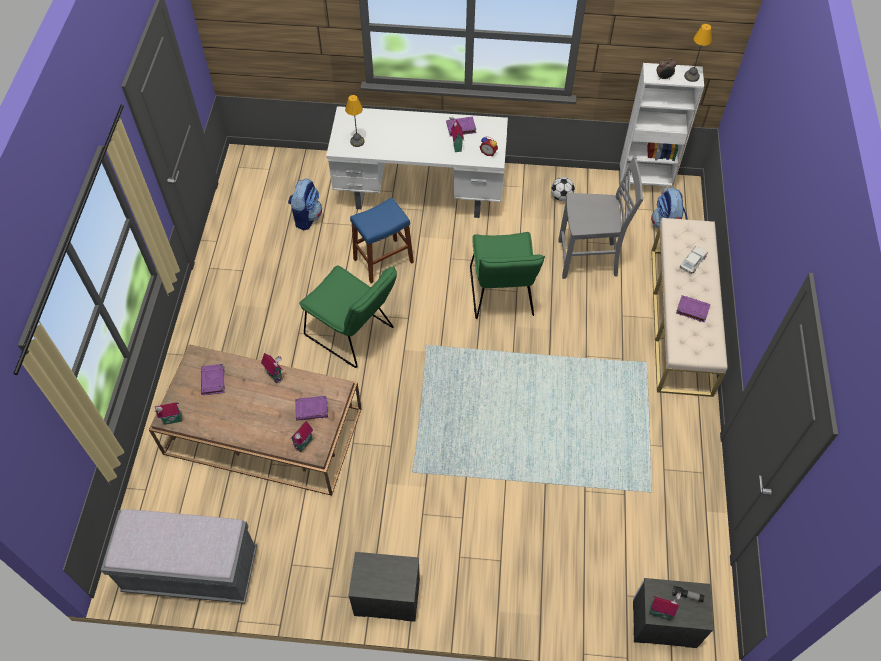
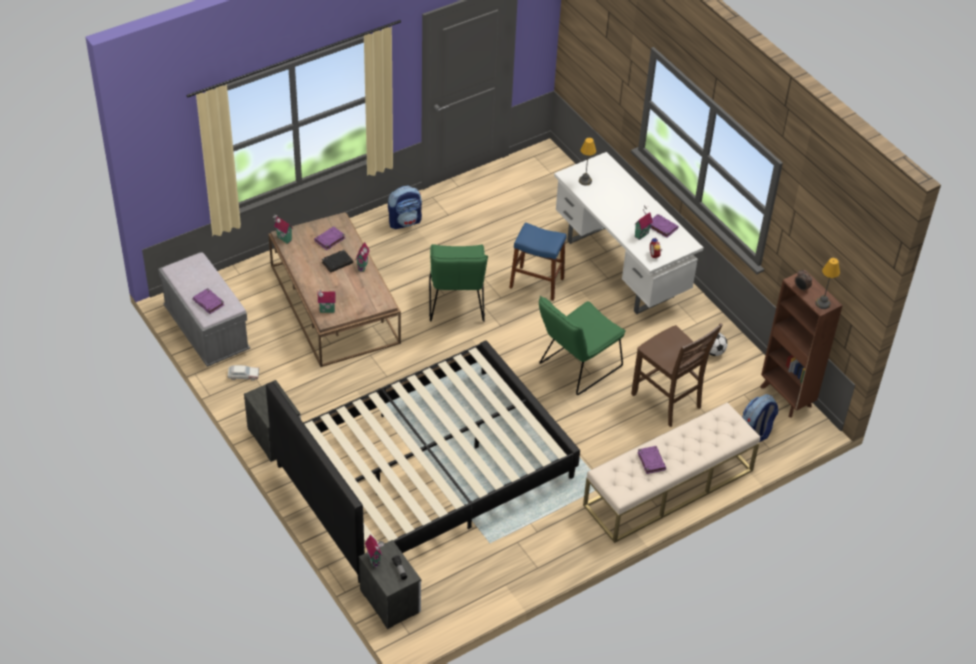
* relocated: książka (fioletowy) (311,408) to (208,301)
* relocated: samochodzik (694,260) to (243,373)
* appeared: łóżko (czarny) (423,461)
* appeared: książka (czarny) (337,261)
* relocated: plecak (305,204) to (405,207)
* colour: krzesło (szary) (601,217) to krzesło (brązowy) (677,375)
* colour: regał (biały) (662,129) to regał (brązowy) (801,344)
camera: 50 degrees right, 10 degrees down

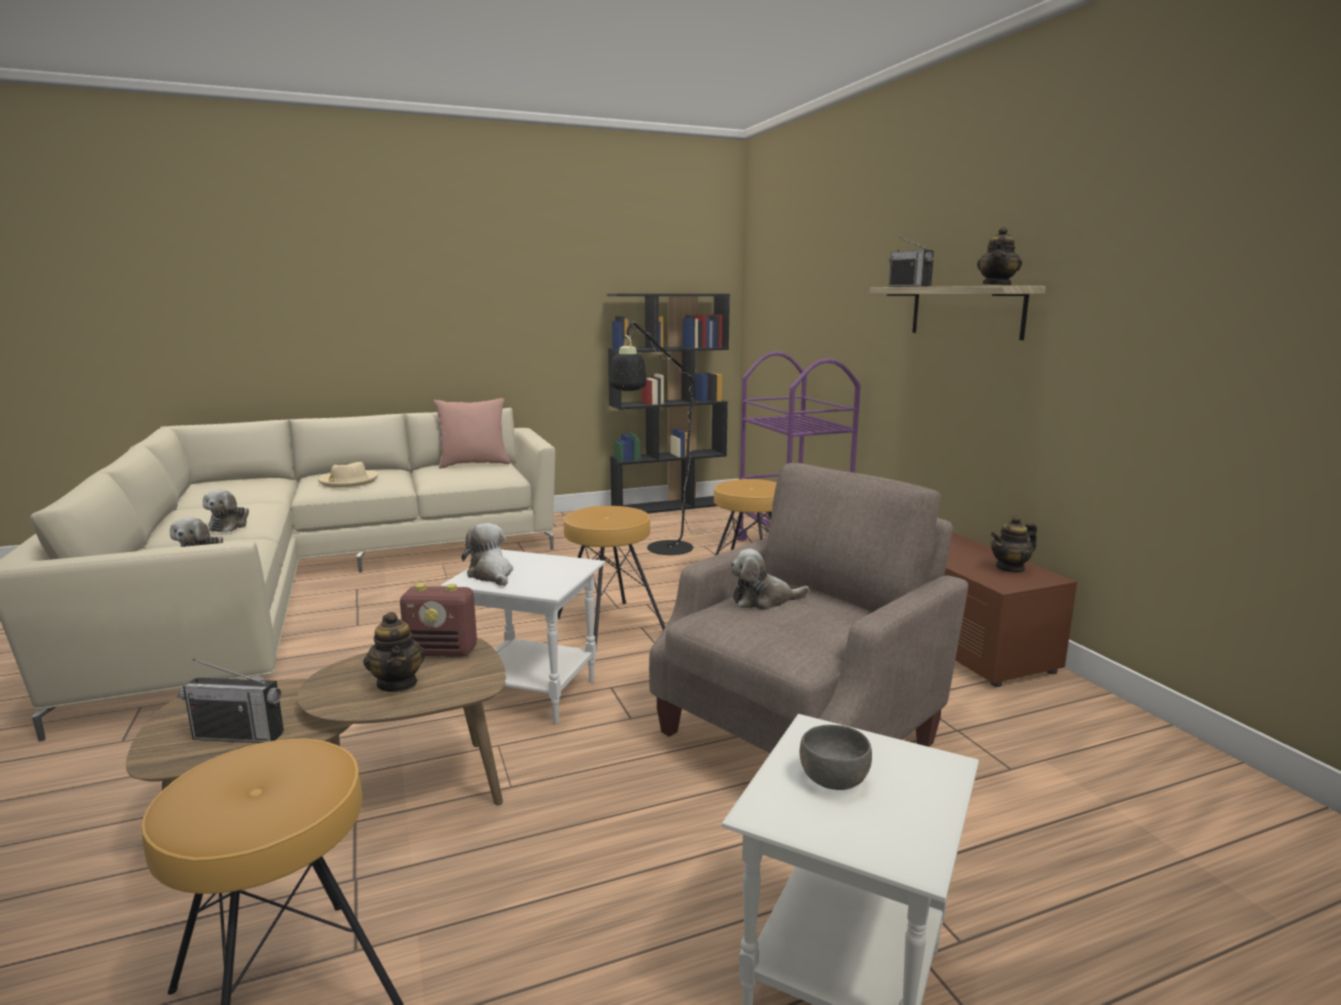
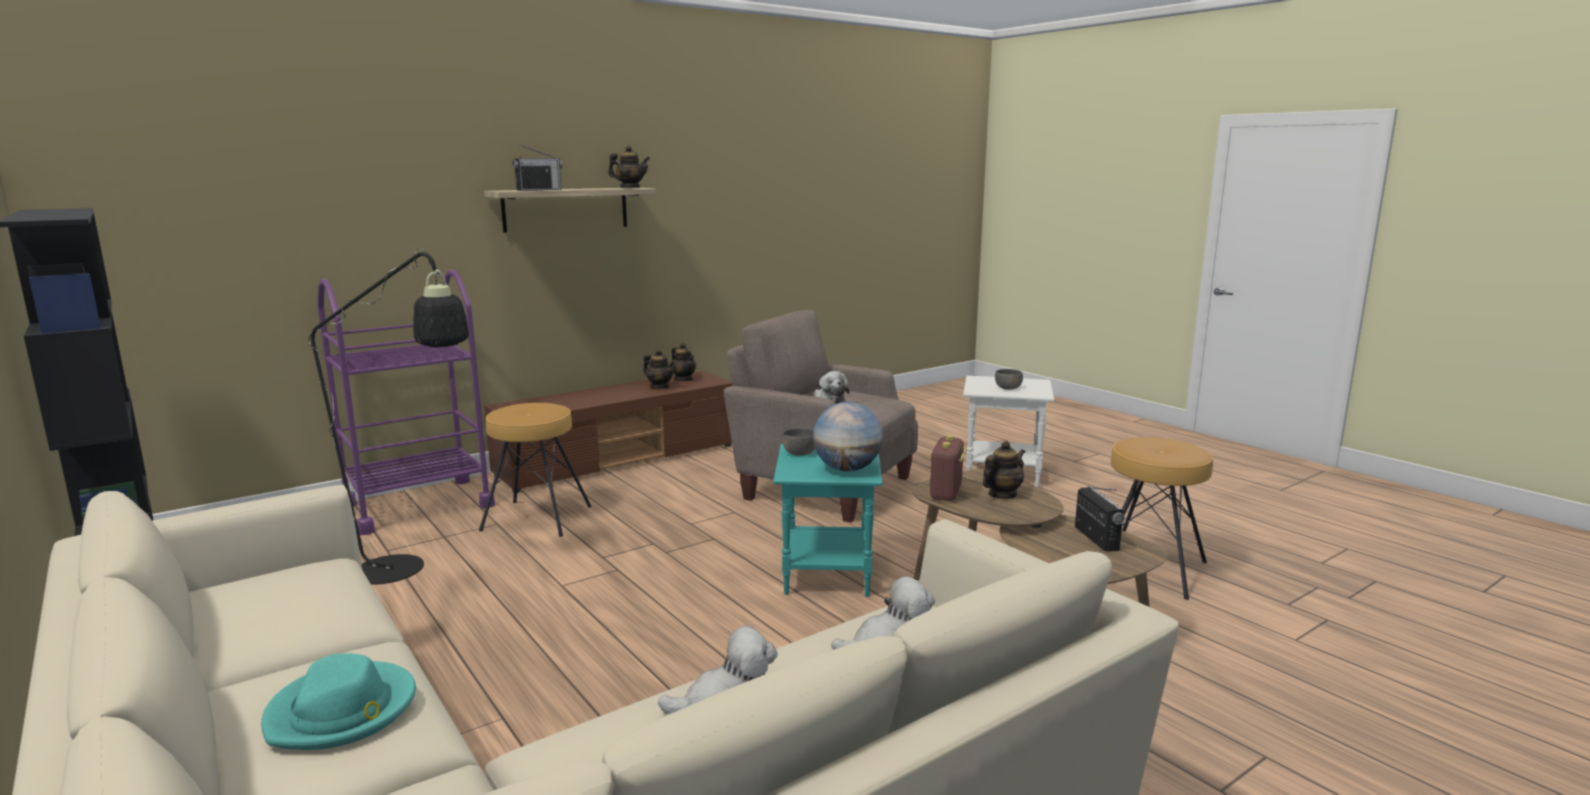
* colour: kapelusz (beżowy) (348,475) to kapelusz (turkusowy) (338,701)
* appeared: imbryk (659,369)
* colour: stolik (biały) (522,636) to stolik (turkusowy) (828,520)
* appeared: miska (szary) (798,442)
* exchanged: pluszak (487,554) to globus (848,436)
* spun: radio (438,620) = (948,468) 150 degrees counterclockwise
* missing: poduszka (różowy) (472,433)
* missing: stołek (brązowy) (611,578)
camera: 105 degrees left, 0 degrees up

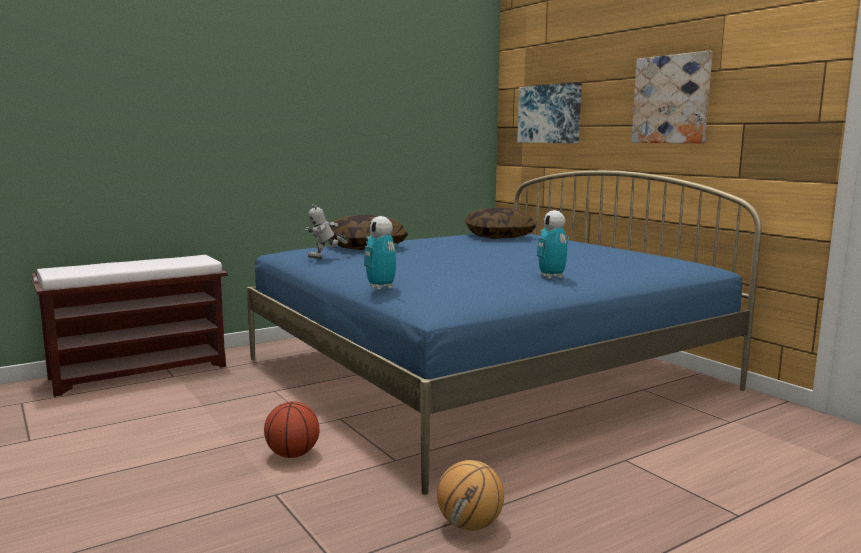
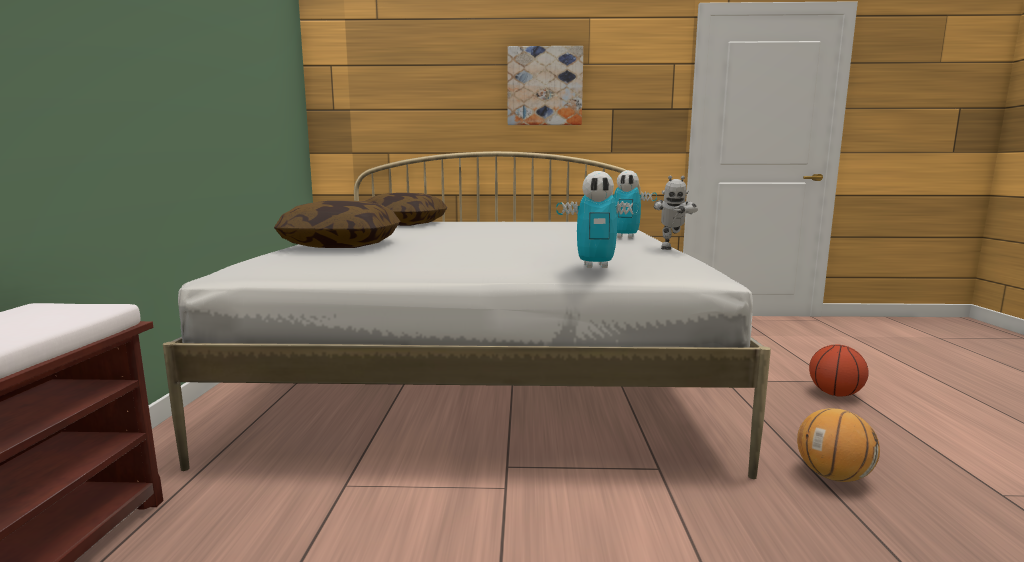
* colour: łóżko (niebieski) (504,332) to łóżko (biały) (467,315)
* relocated: robot zabawkowy (327,231) to (676,213)
* relocated: piłka do koszykówki (292,430) to (839,371)
* missing: obraz (549,112)
camera: 55 degrees left, 0 degrees up

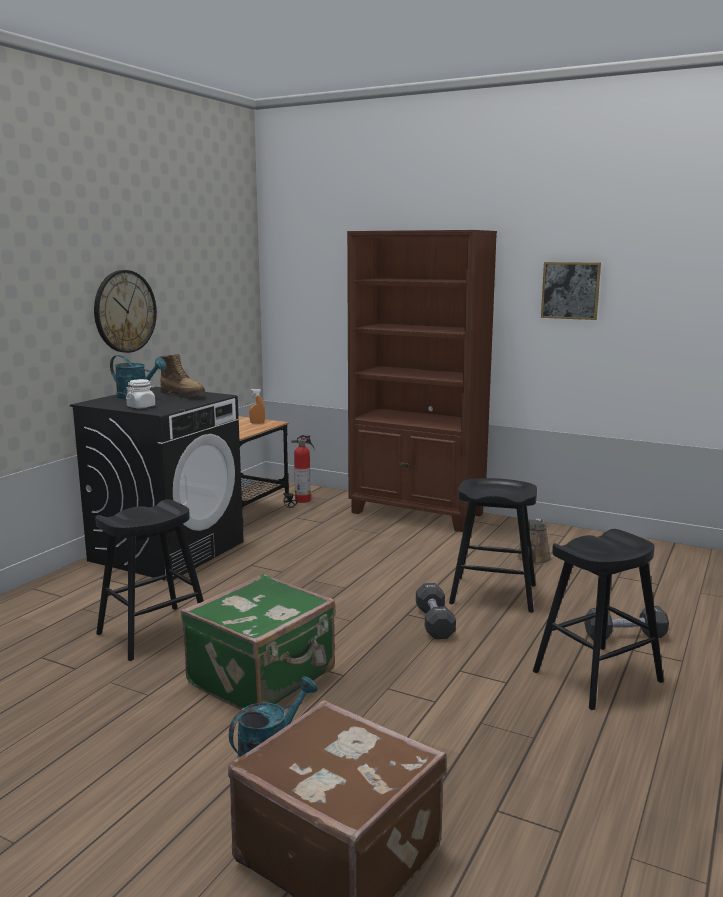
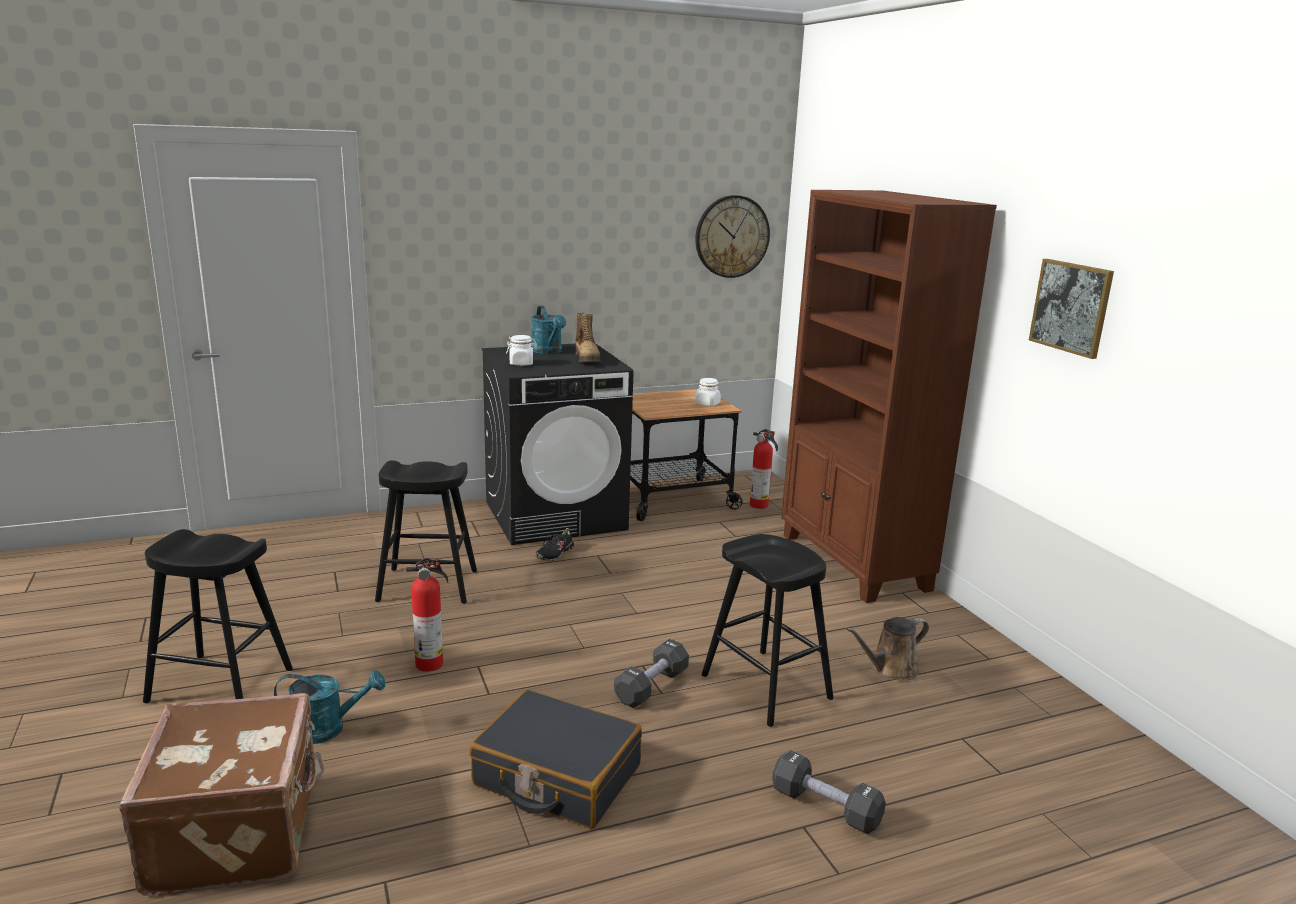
* relocated: stołek (czarny) (598,619) to (218,616)
* exchanged: walizka (zielony) (258,642) to gaśnica (427,614)
* appeared: walizka (czarny) (555,759)
* appeared: but (czarny) (554,544)
* relocated: zegar ścienny (125,311) to (732,236)
* exchanged: spryskiwacz (pomarańczowy) (257,406) to słoik (biały) (708,392)
camera: 40 degrees right, 5 degrees up

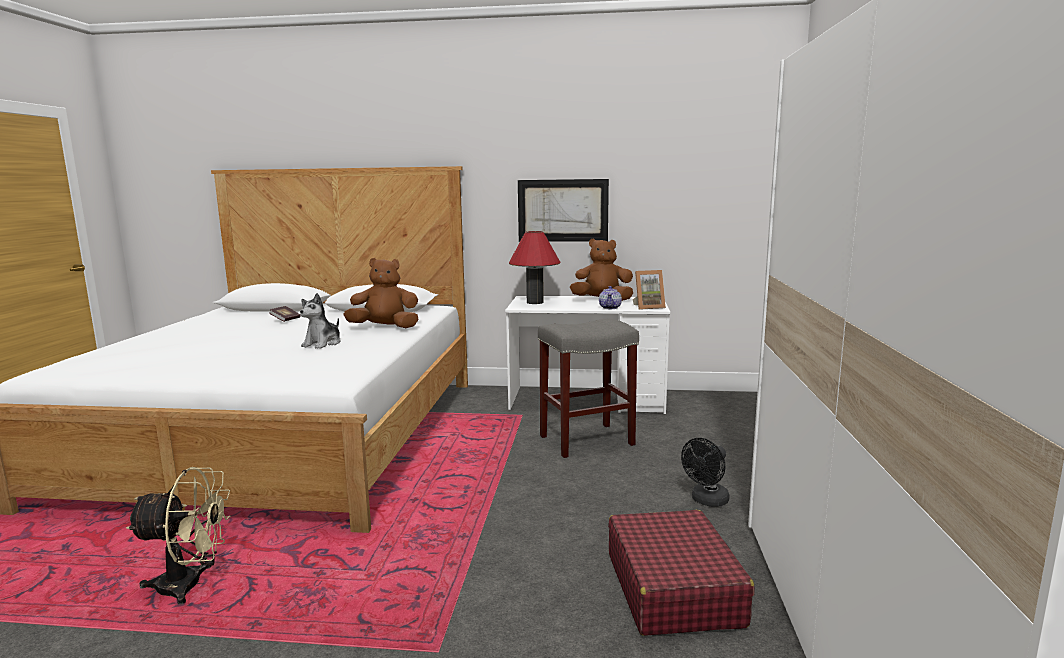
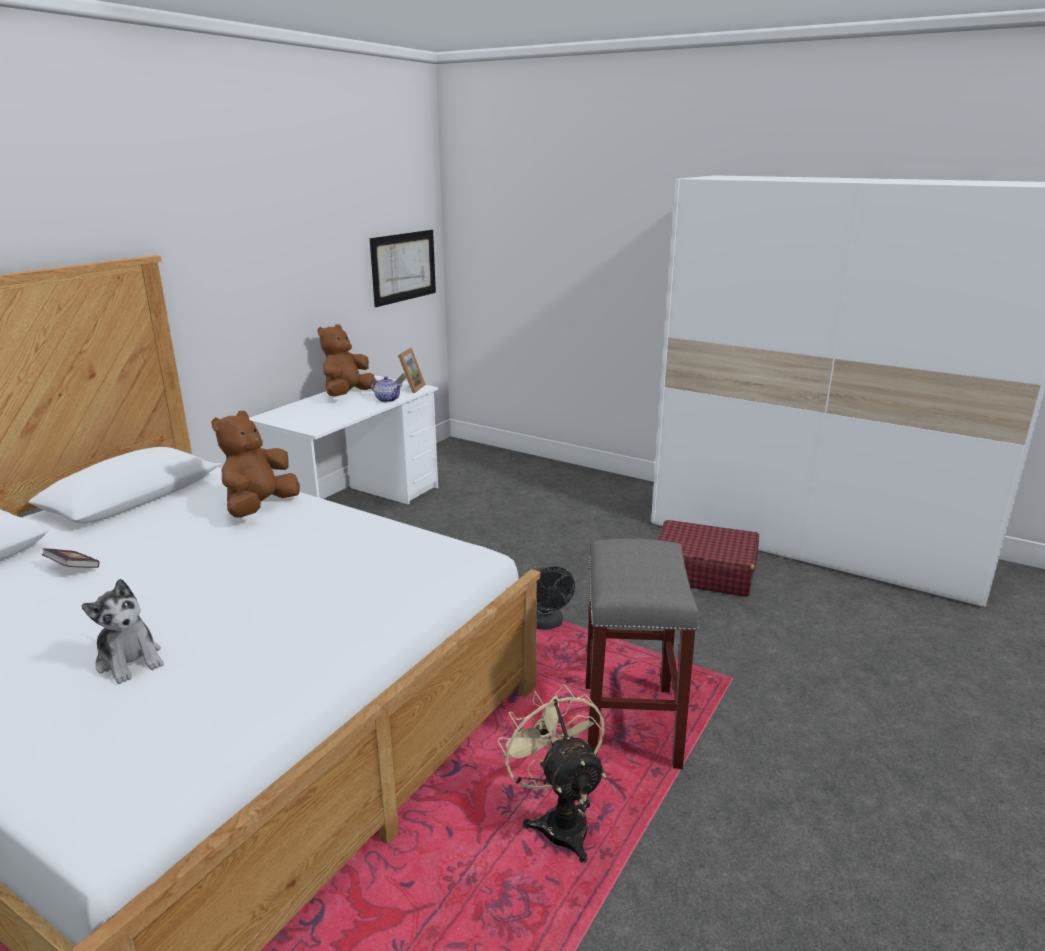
* relocated: pluszak (320,321) to (123,631)
* relocated: obraz (563,210) to (403,268)
* spun: wentylator (beżowy) (178,536) = (552,773) 45 degrees counterclockwise
* relocated: wentylator (czarny) (705,472) to (555,598)
* relocated: stołek (szary) (588,388) to (642,654)
* missing: lampa stołowa (czerwony) (535,267)
camera: 65 degrees left, 10 degrees up

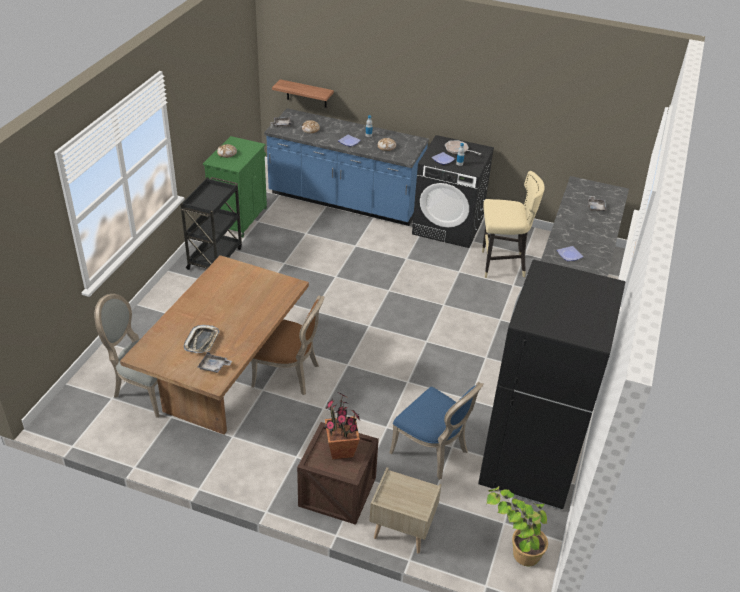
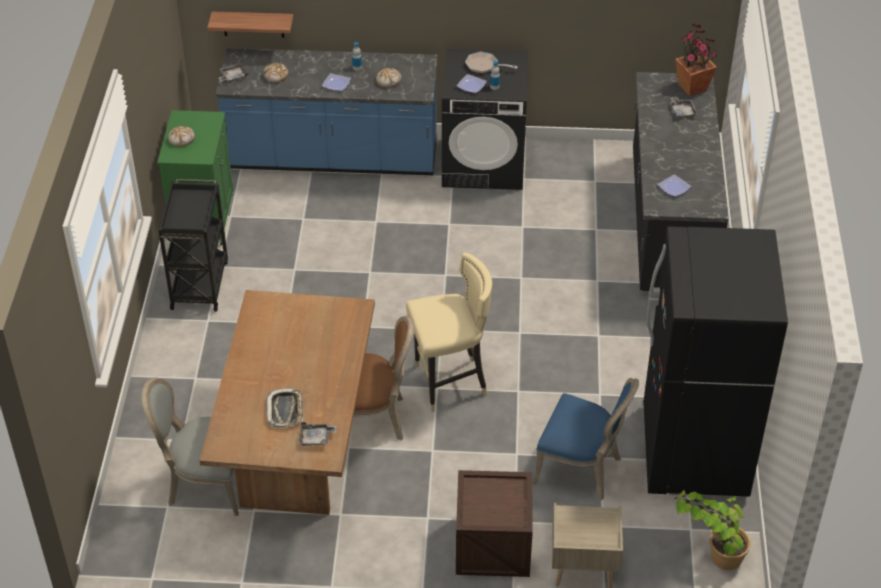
* relocated: stołek (beżowy) (513,224) to (449,332)
* relocated: roślina doniczkowa (342,426) to (696,60)
camera: 15 degrees left, 5 degrees up

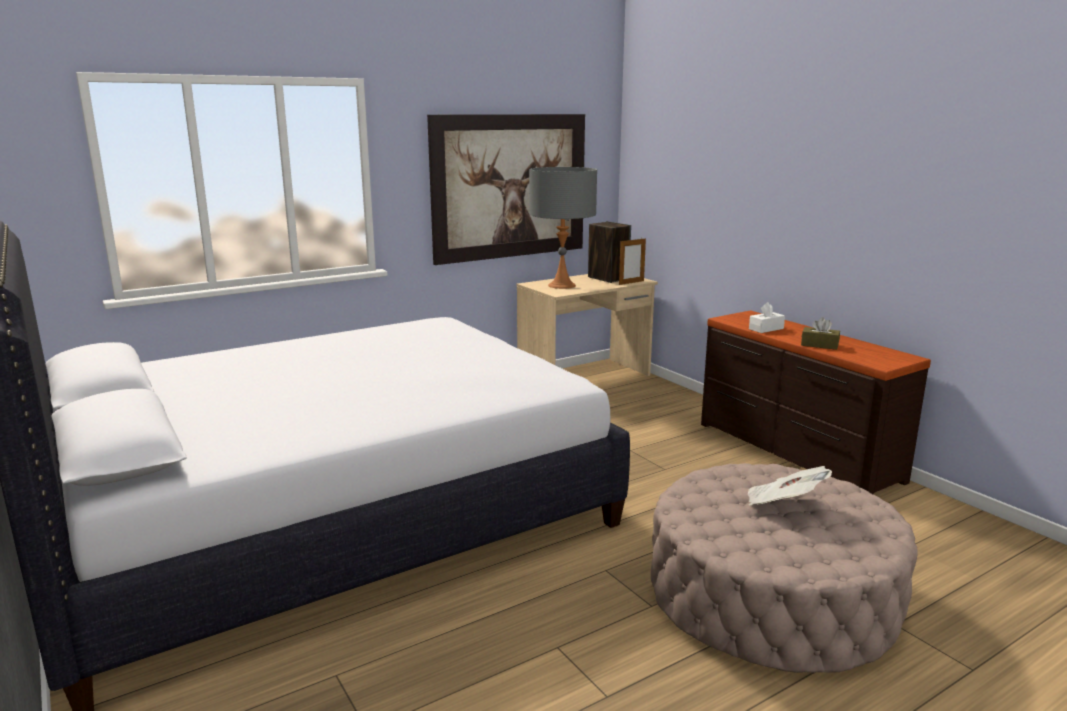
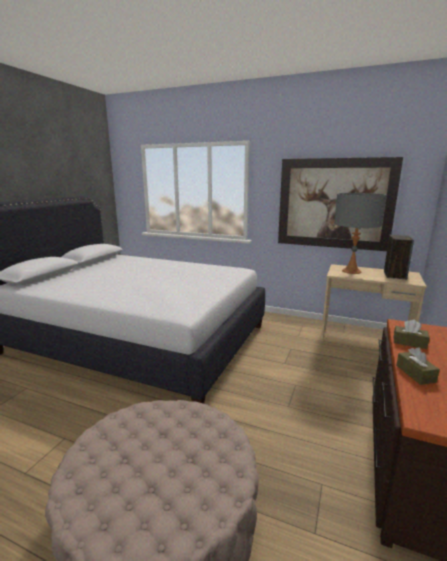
* colour: pudełko chusteczek (biały) (767,317) to pudełko chusteczek (brązowy) (411,334)
* missing: ramka na zdjęcie (632,261)
* missing: gazeta (790,486)
camera: 55 degrees right, 0 degrees up

